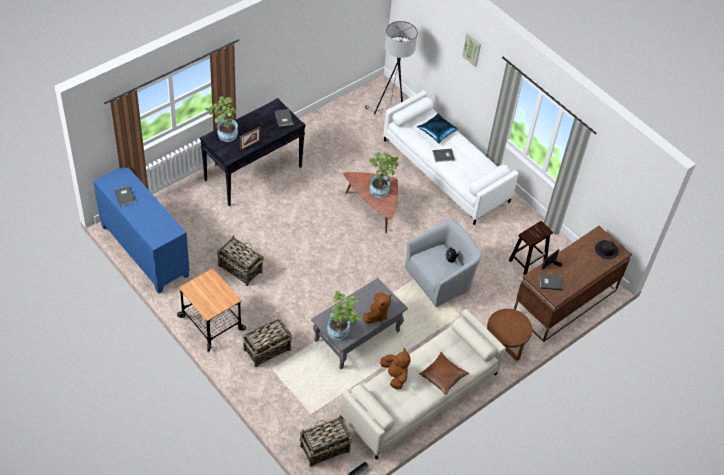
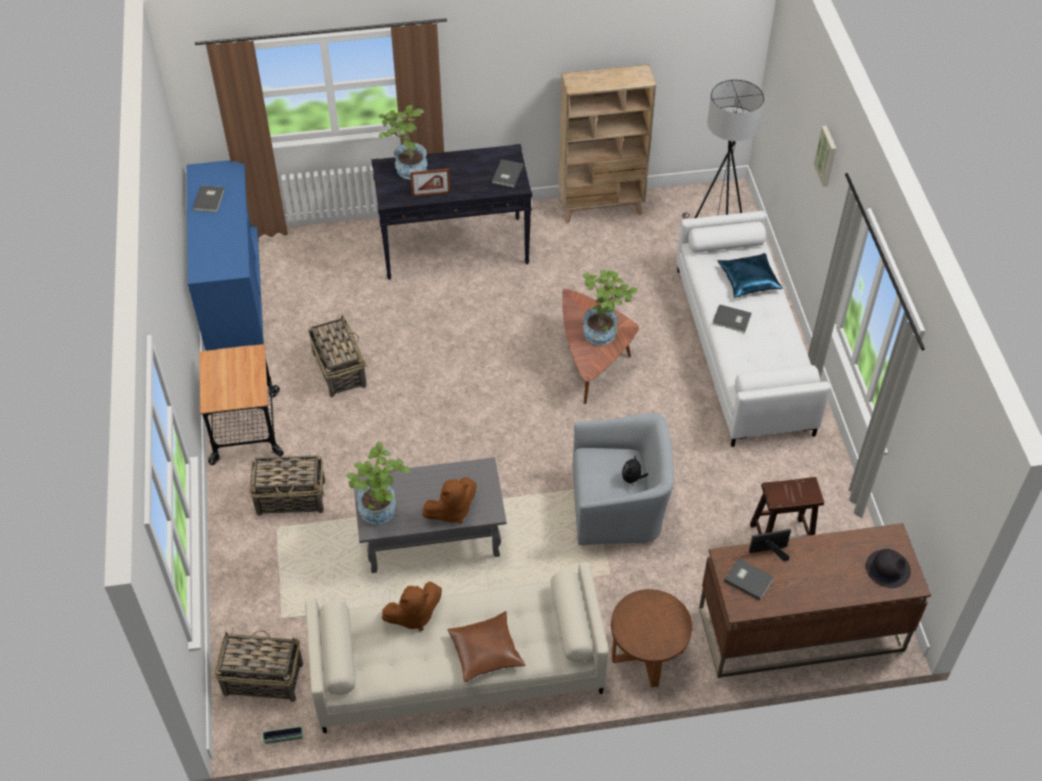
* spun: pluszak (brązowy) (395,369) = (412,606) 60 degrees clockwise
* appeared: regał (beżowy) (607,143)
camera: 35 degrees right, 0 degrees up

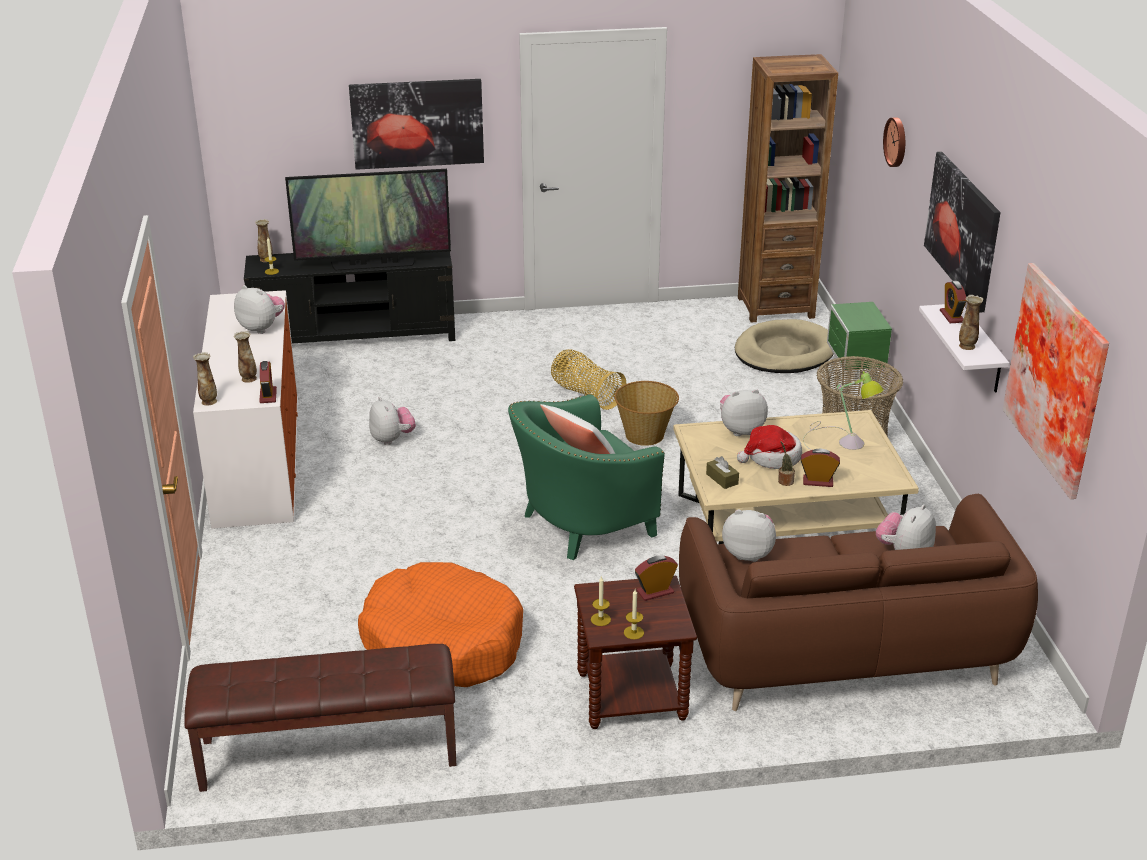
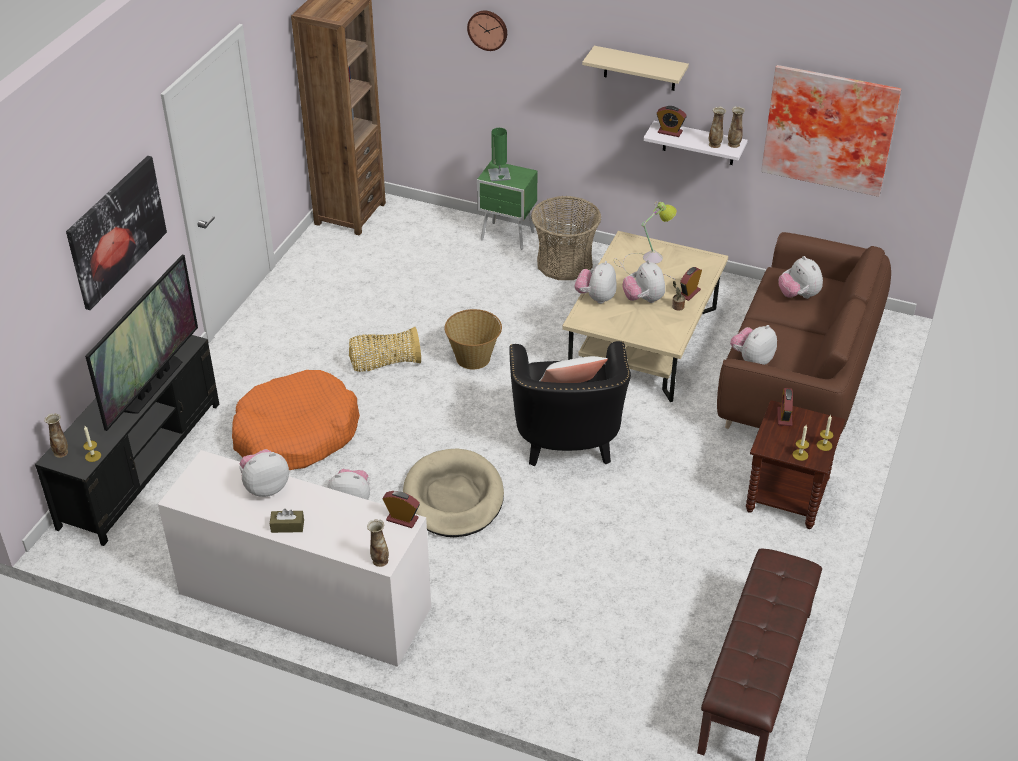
* relocated: legowisko (pomarańczowy) (440,624) to (296,420)
* relocated: pudełko chusteczek (brązowy) (722,472) to (287,521)
* relocated: legowisko (beżowy) (784,346) to (453,492)
* appeared: lampa stołowa (zielony) (499,154)
* colour: fotel (zielony) (586,477) to fotel (czarny) (570,403)
* exchanged: obraz (962,232) to półka (beżowy) (635,68)
* exchanged: kapelusz (769,447) to pluszak (643,281)
* relocated: wazon (245,357) to (736,127)
camera: 60 degrees left, 10 degrees up

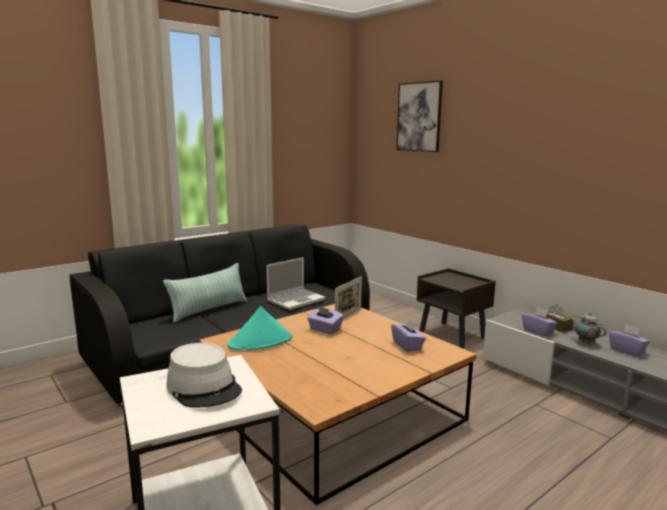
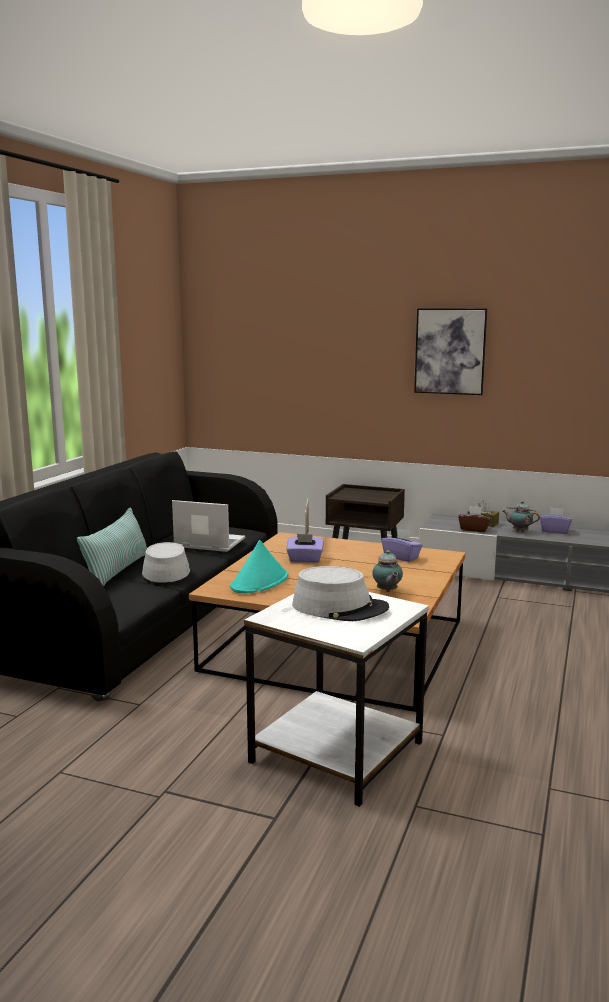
* appeared: kapelusz (szary) (166,562)
* spun: laptop (295,283) = (208,526) 90 degrees counterclockwise
* appeared: imbryk (387,571)
* relocated: obraz (420,116) to (450,351)
* colour: pudełko chusteczek (fioletowy) (540,321) to pudełko chusteczek (brązowy) (474,519)
camera: 30 degrees left, 0 degrees up

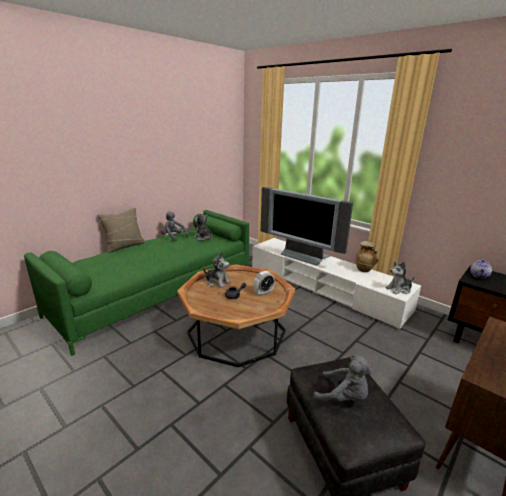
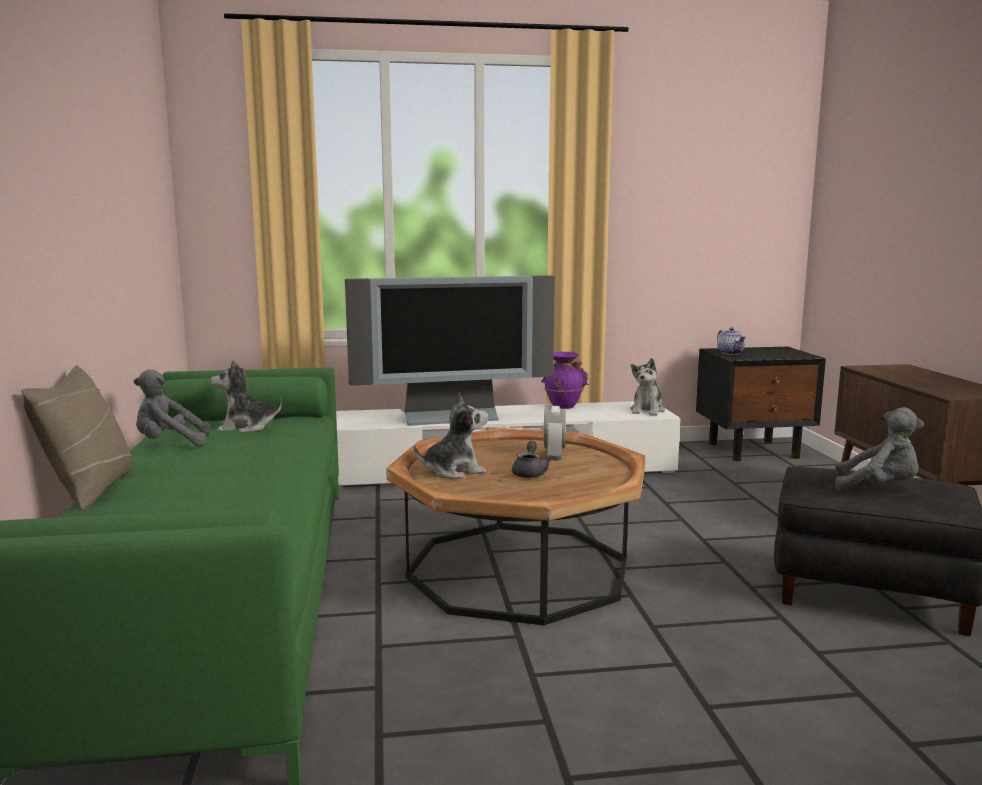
* colour: wazon (beżowy) (367,256) to wazon (fioletowy) (565,380)
* spun: pluszak (szary) (342,378) = (879,449) 45 degrees clockwise
camera: 50 degrees left, 10 degrees down

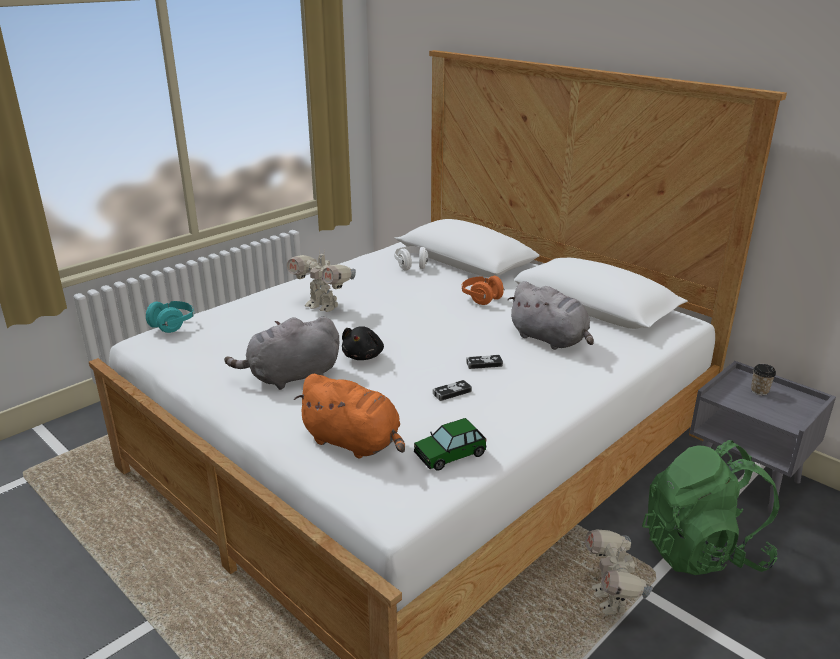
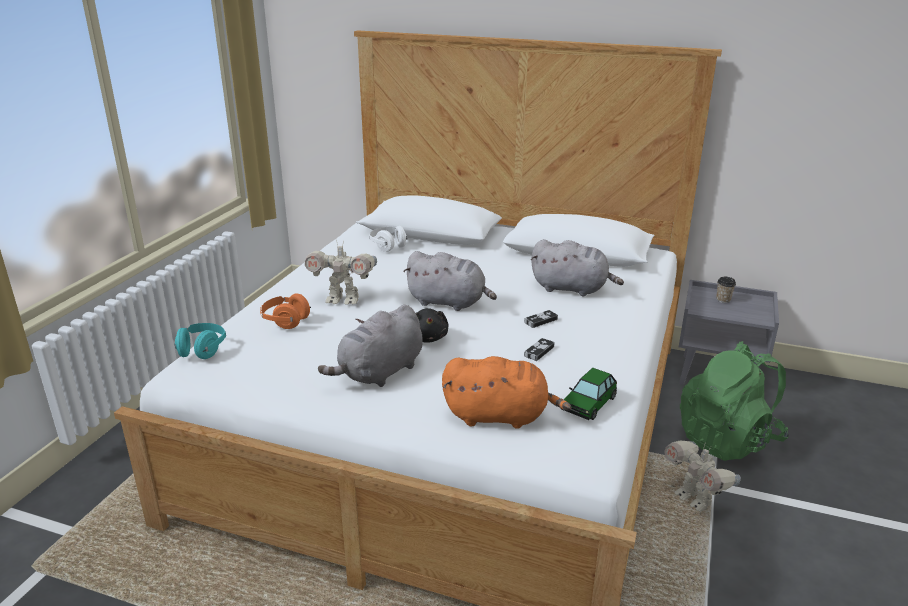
* relocated: słuchawki (pomarańczowy) (483,290) to (285,311)
* appeared: pluszak (szary) (450,281)
camera: 25 degrees left, 0 degrees up

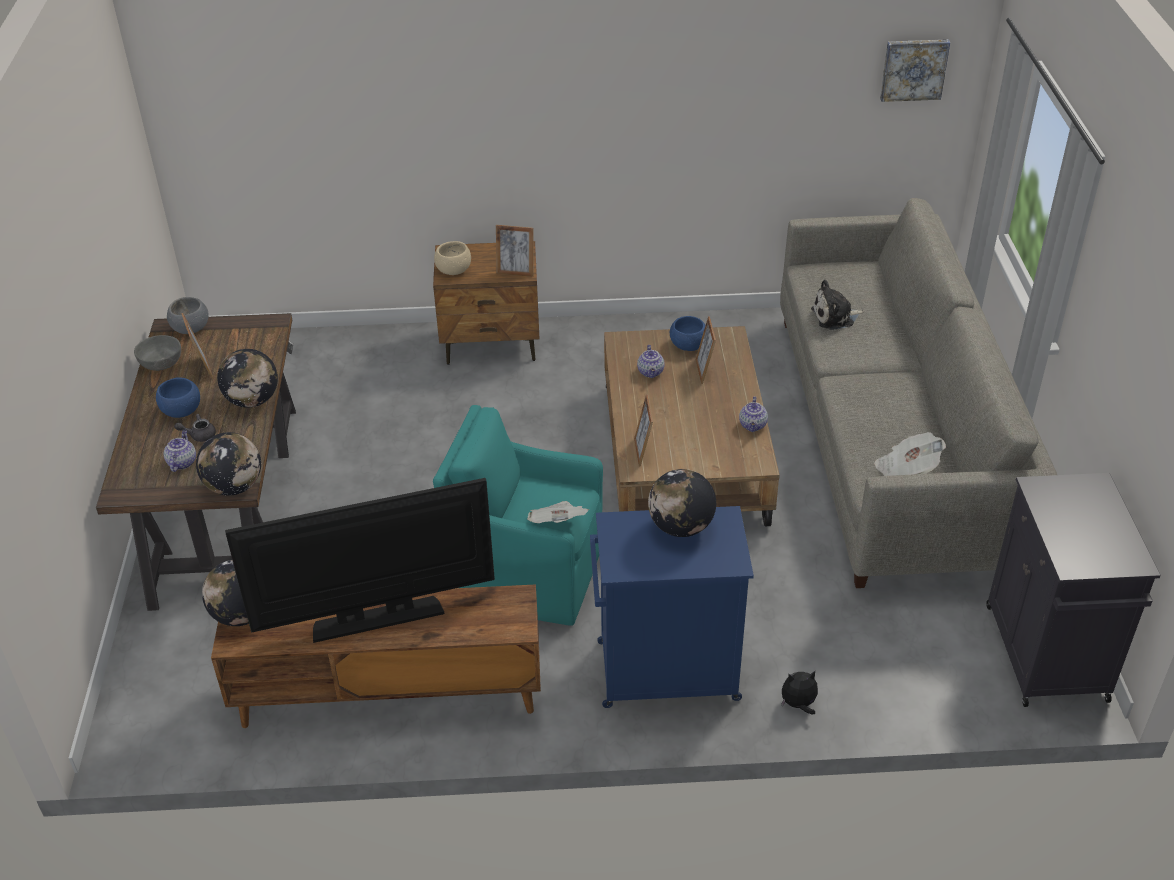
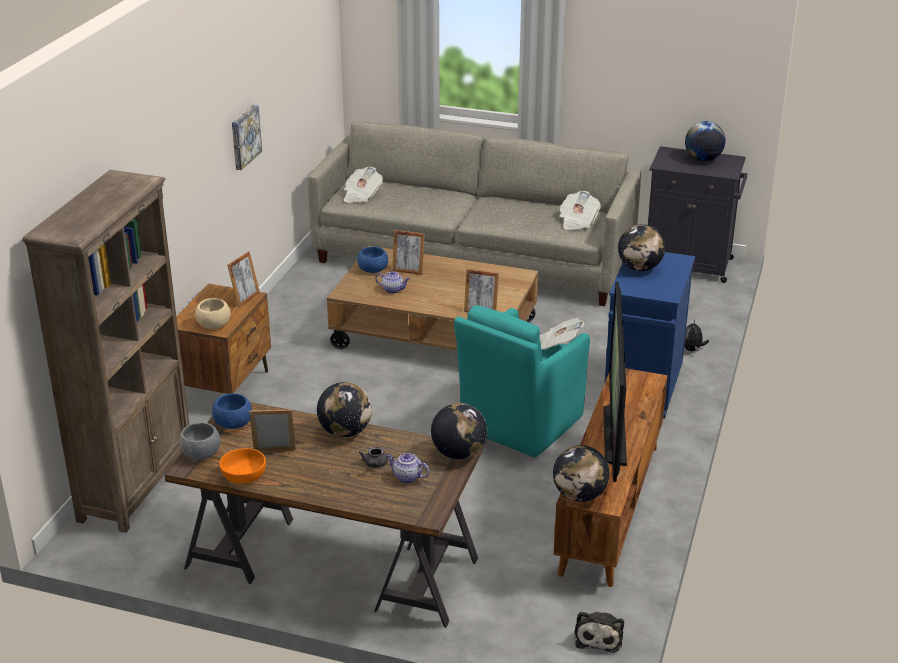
* appeared: regał (brązowy) (105,351)
* relocated: miska (niebieski) (178,397) to (232,411)
* colour: miska (szary) (157,353) to miska (pomarańczowy) (242,466)
* relocated: obraz (915,70) to (247,137)
* appeared: gazeta (363,185)
* relocated: pluszak (837,305) to (599,632)
* appeared: globus (705,141)
* missing: imbryk (753,414)
camera: 70 degrees left, 10 degrees down

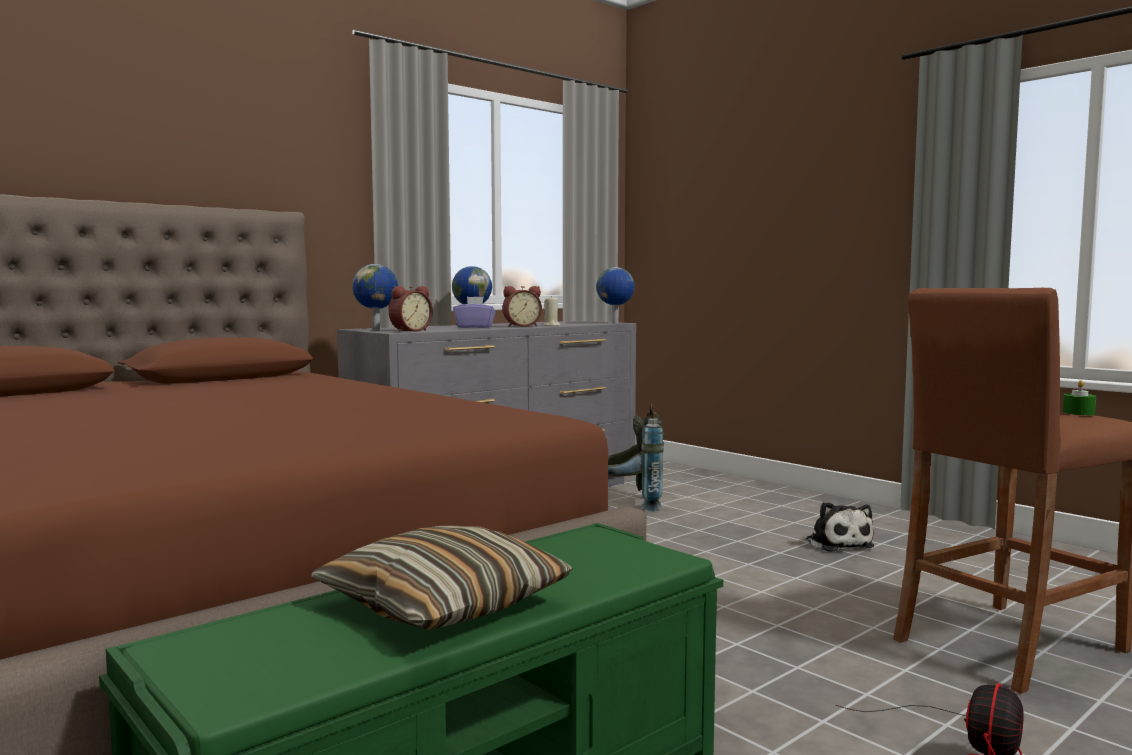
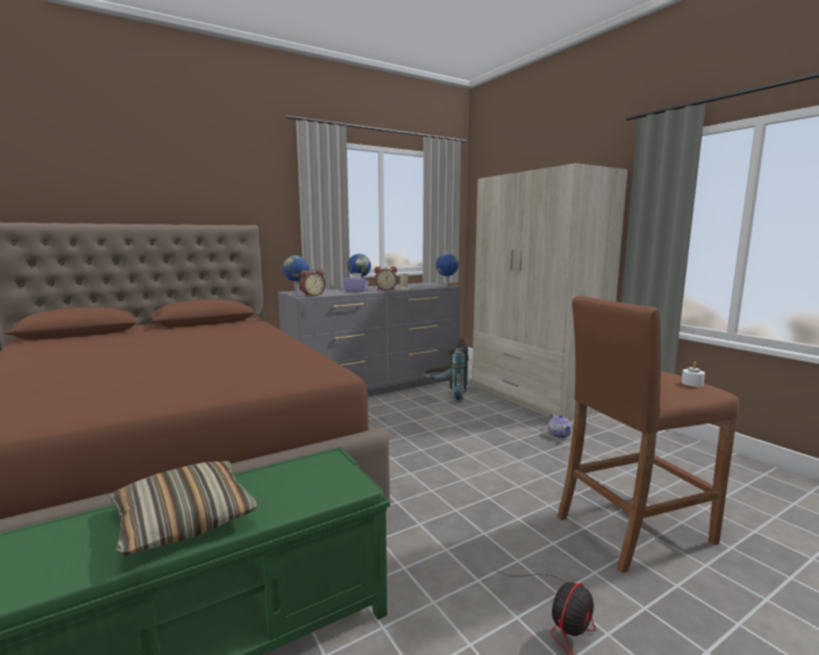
* appeared: szafa (beżowy) (550,291)
* exchanged: pluszak (840,527) to imbryk (560,426)
* colour: świeca (zielony) (1079,397) to świeca (biały) (693,374)
camera: 10 degrees right, 5 degrees up

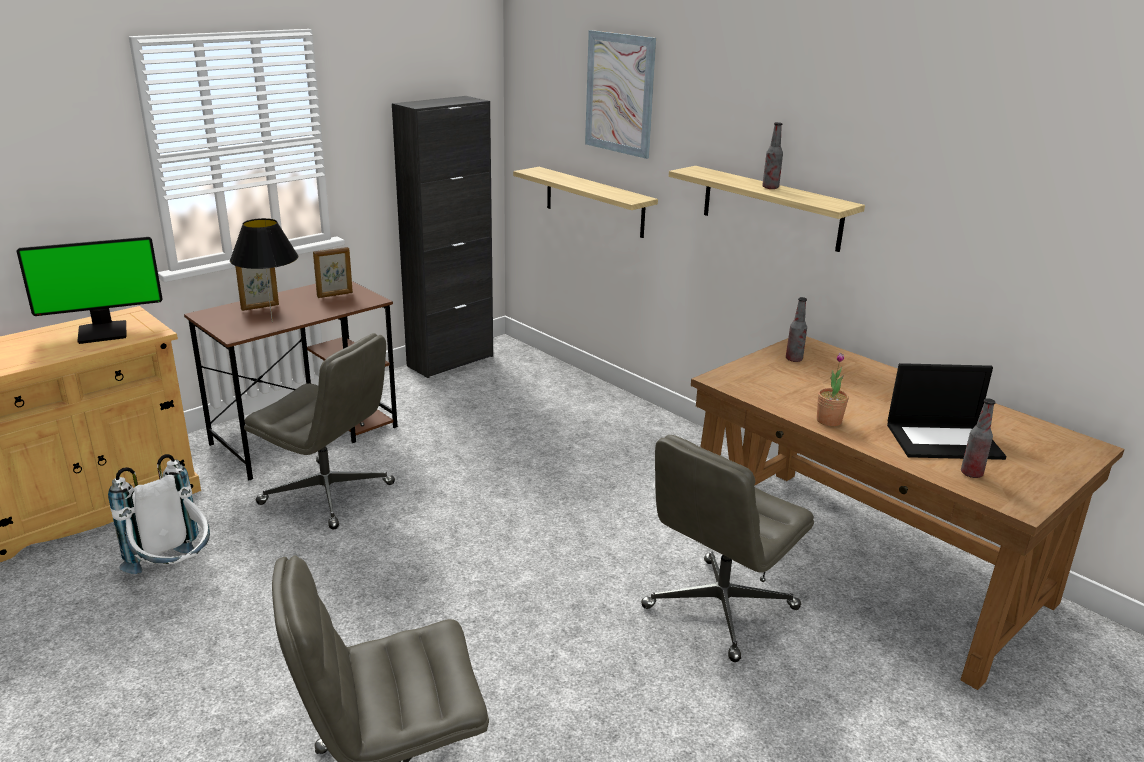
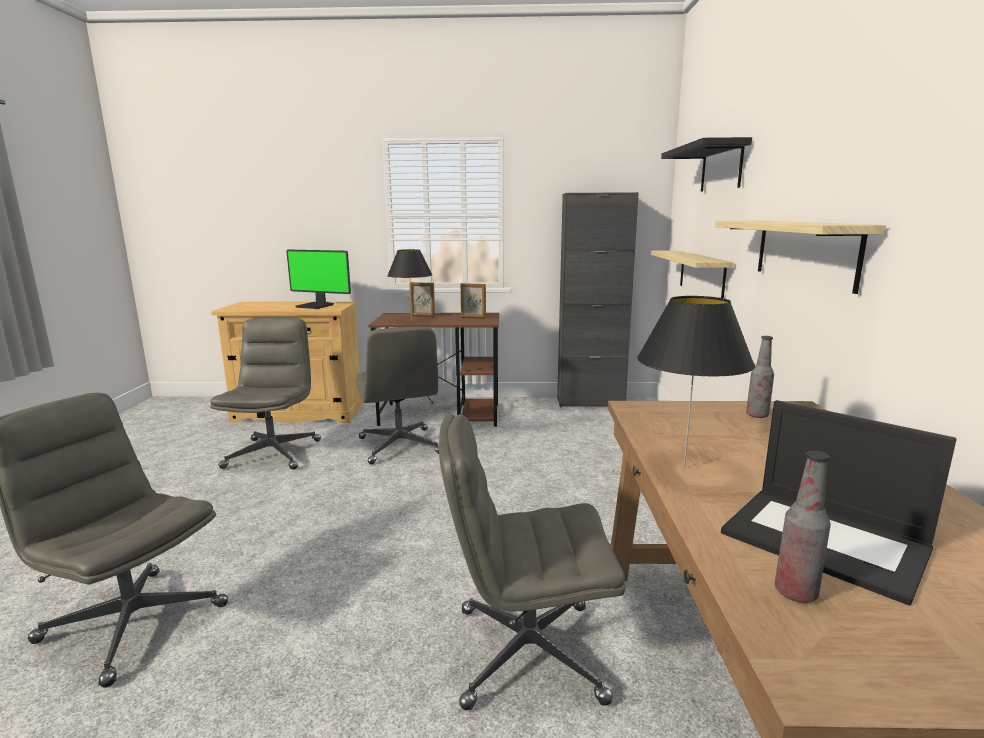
* exchanged: plecak (biały) (159,514) to krzesło biurowe (szary) (265,394)
* exchanged: roślina doniczkowa (833,389) to lampa stołowa (czarny) (696,382)
* exchanged: obraz (620,94) to półka (czarny) (706,164)
* missing: butelka (772,155)
camera: 45 degrees right, 10 degrees down

